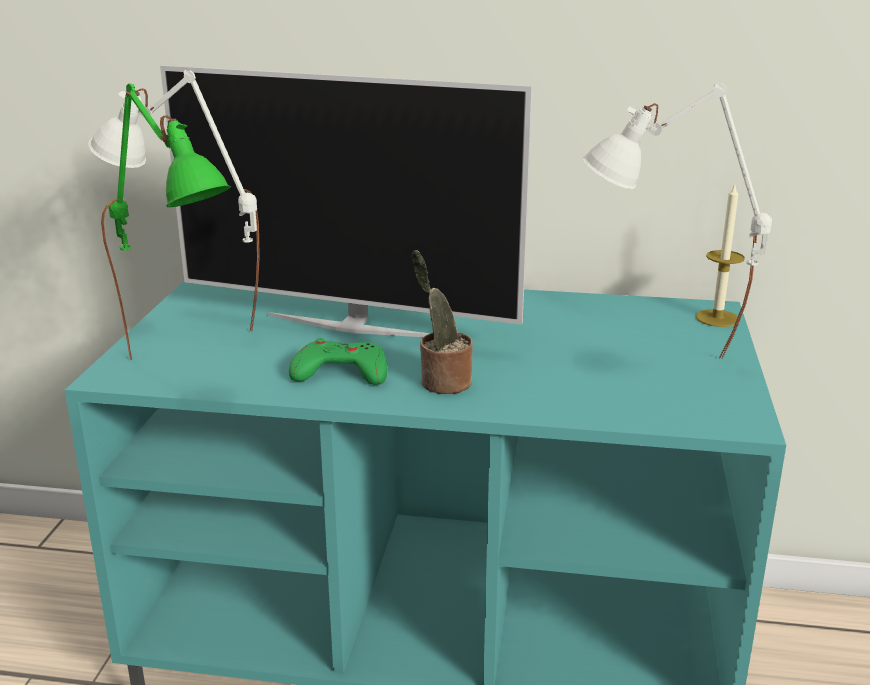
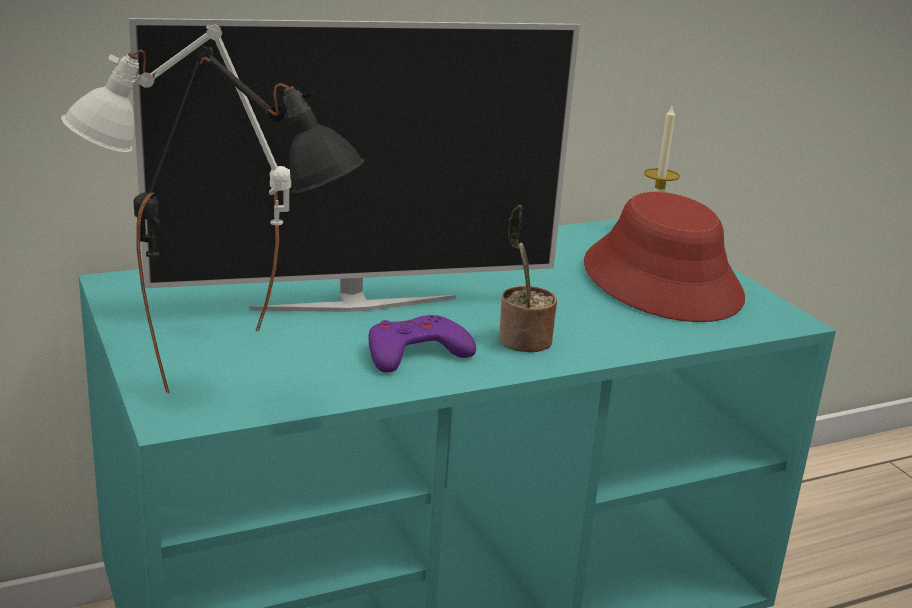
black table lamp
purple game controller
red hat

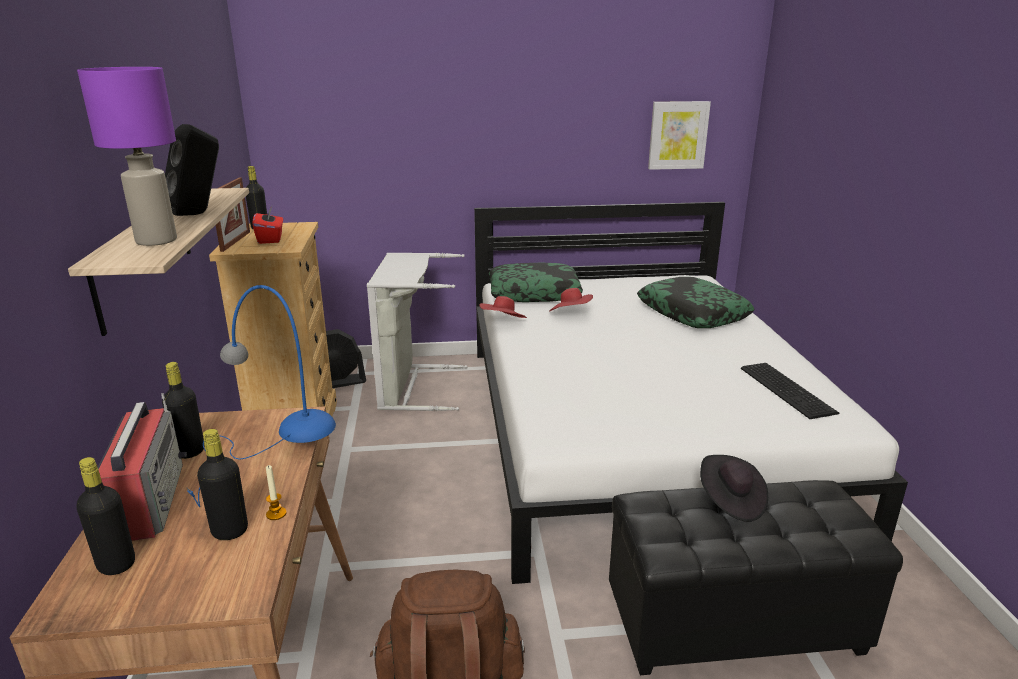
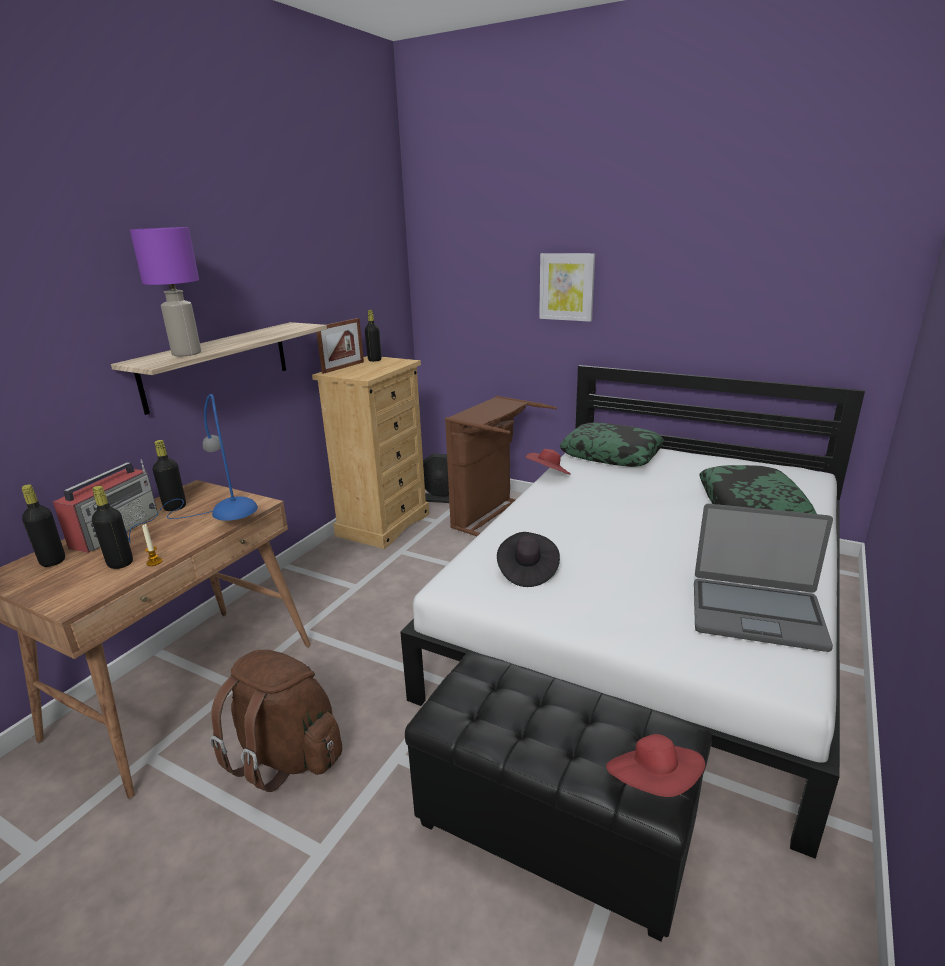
brown laundry basket
black hat
picture
red hat (no. 2 from left)
laptop
black speaker
red tissue box

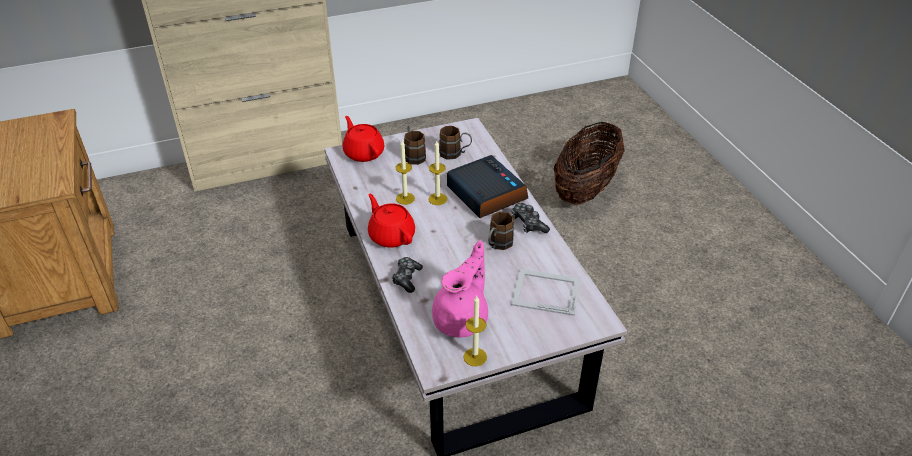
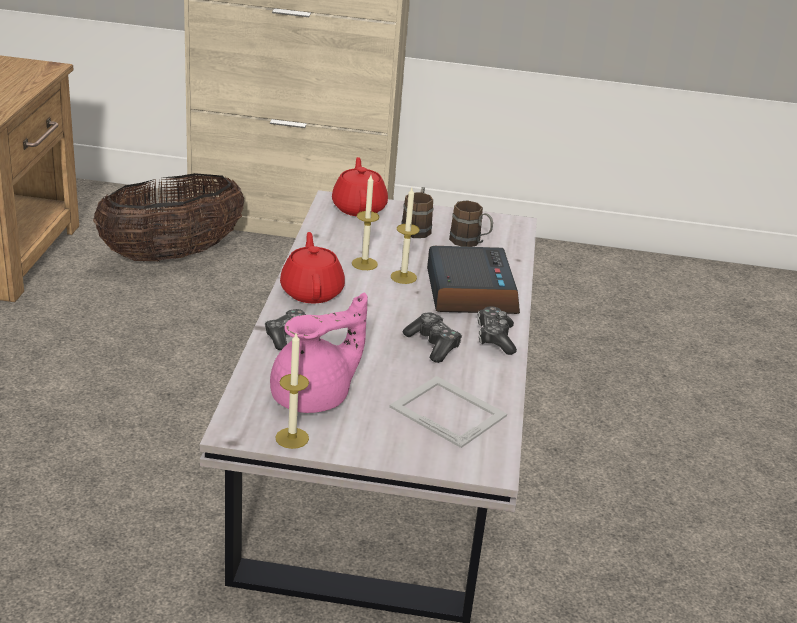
basket
game controller (no. 2 from left)

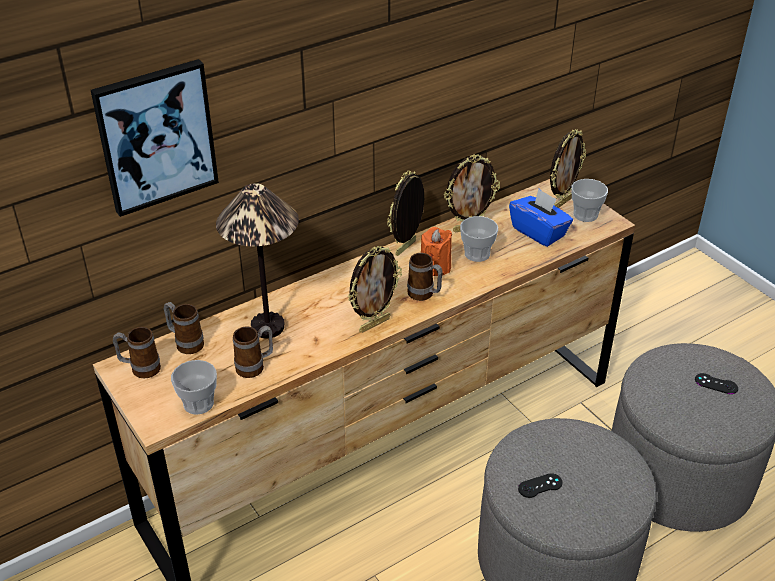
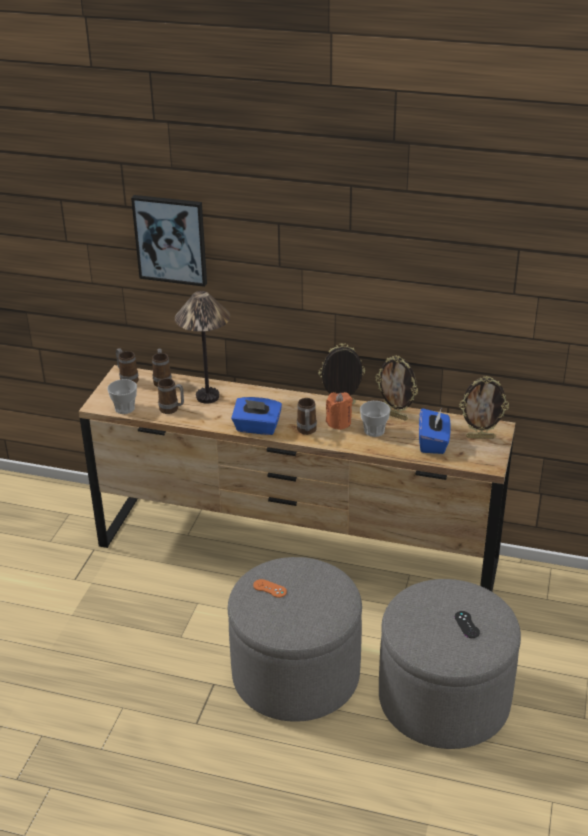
blue tissue box (no. 1 from left)
orange game controller
cup (no. 3 from left in the first image)

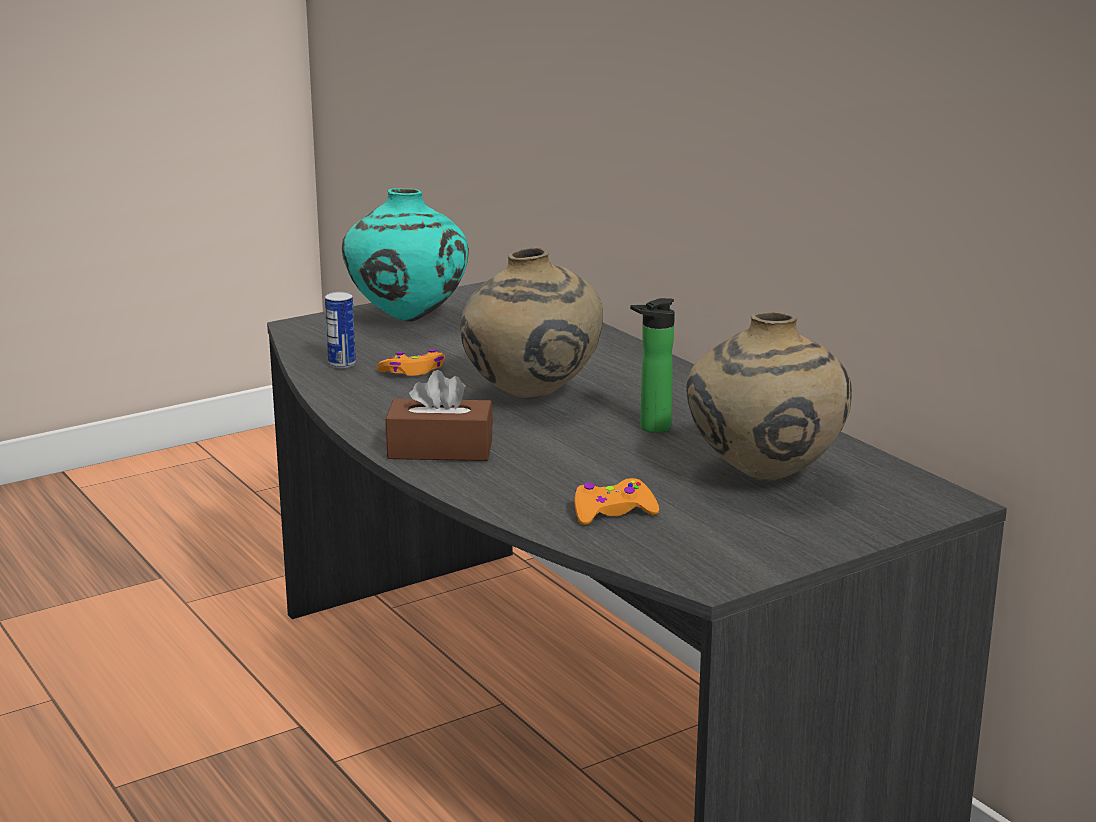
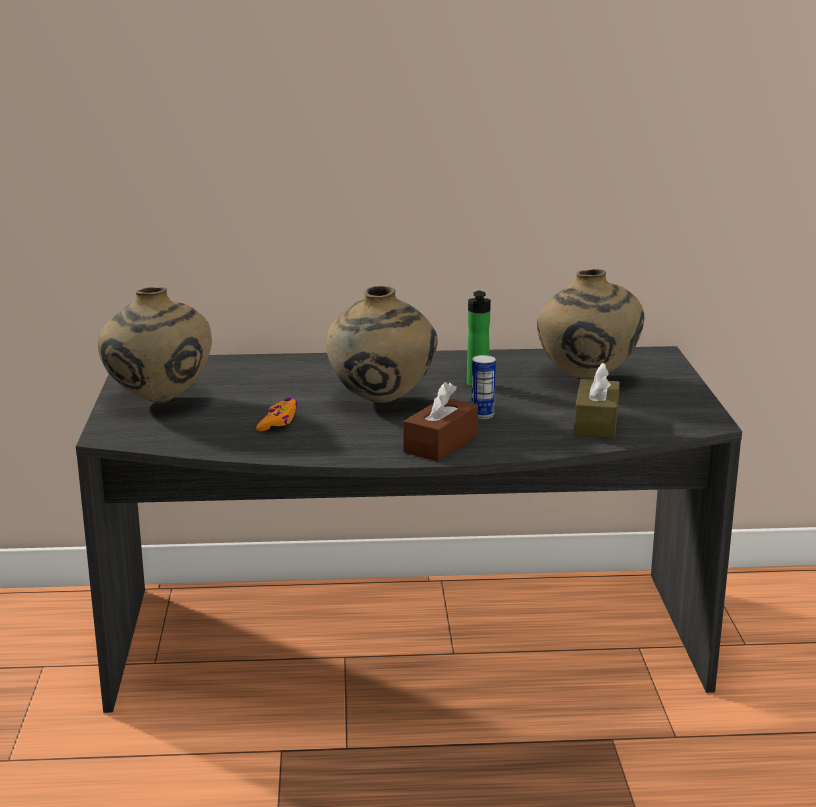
beige vase (no. 1 from left)
can
brown tissue box (no. 2 from left)

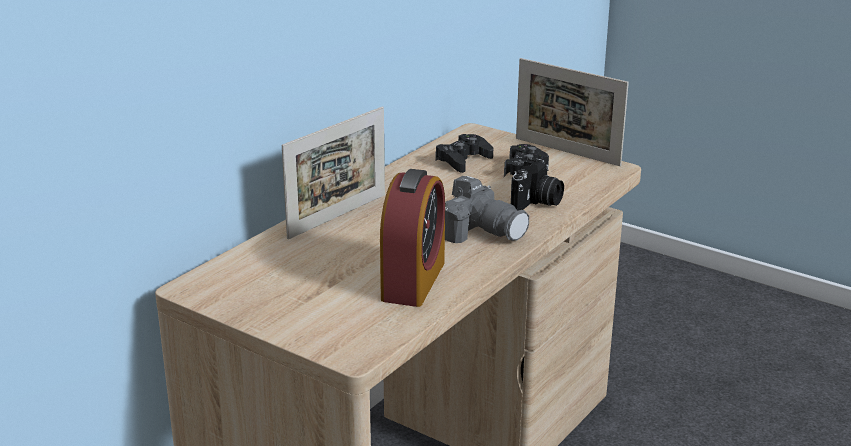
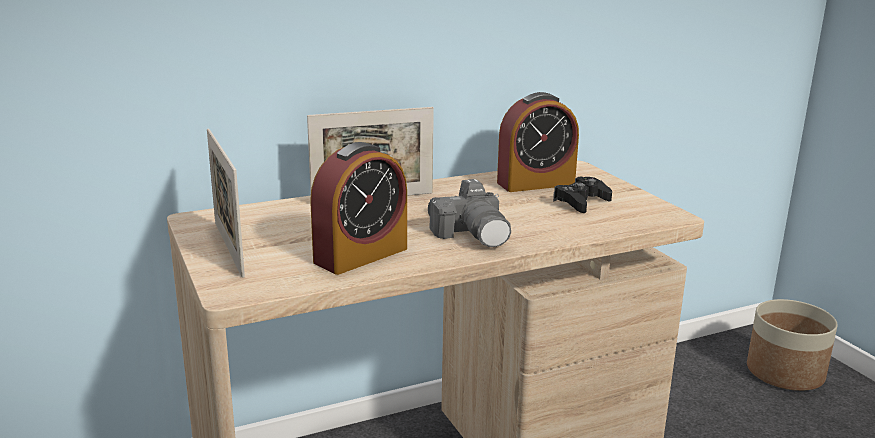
picture frame (no. 1 from left)
alarm clock (no. 2 from left)
planter
photo camera (no. 2 from left in the first image)

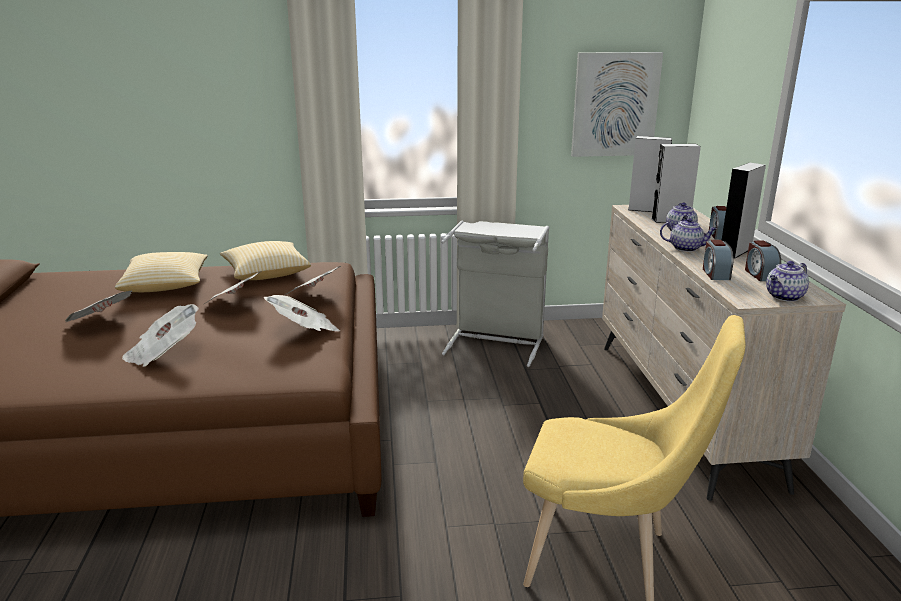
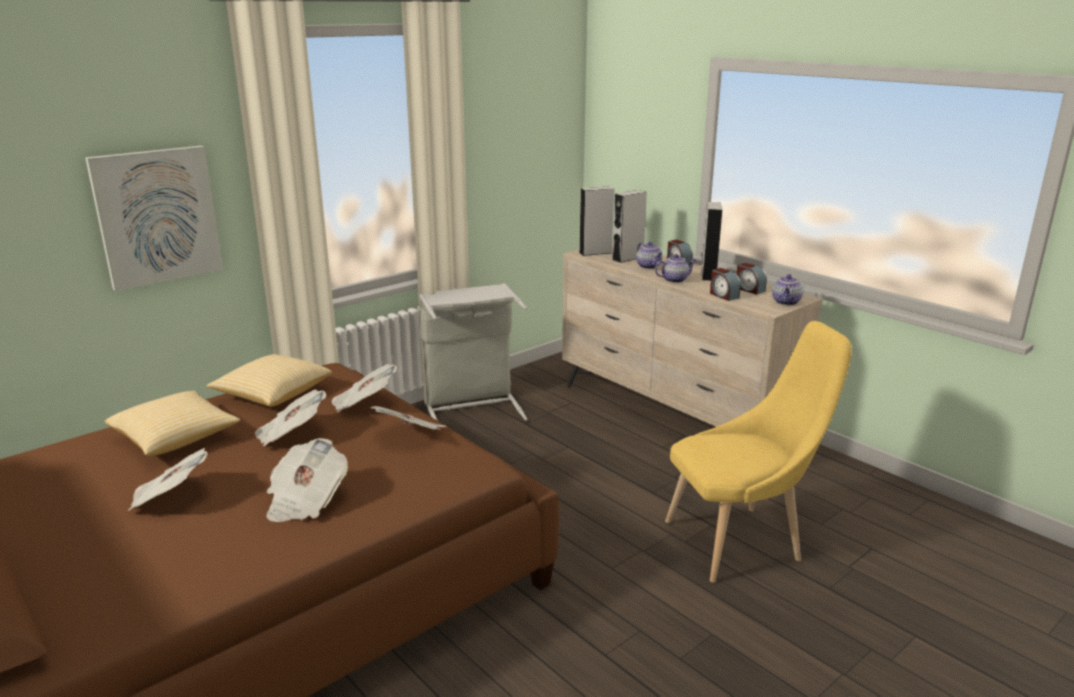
picture

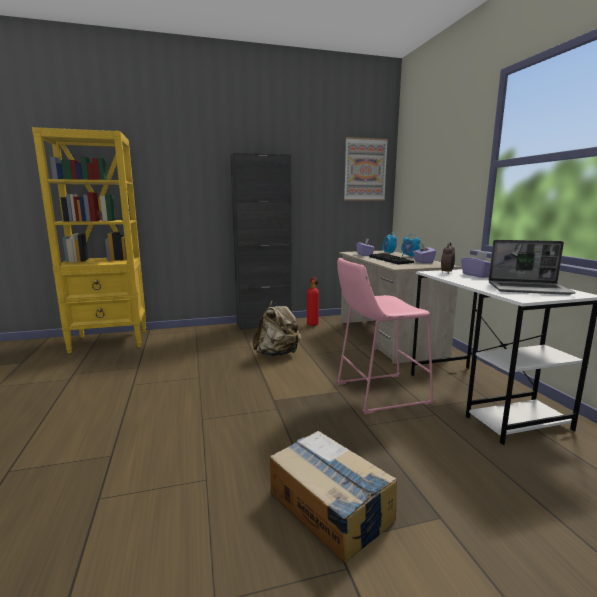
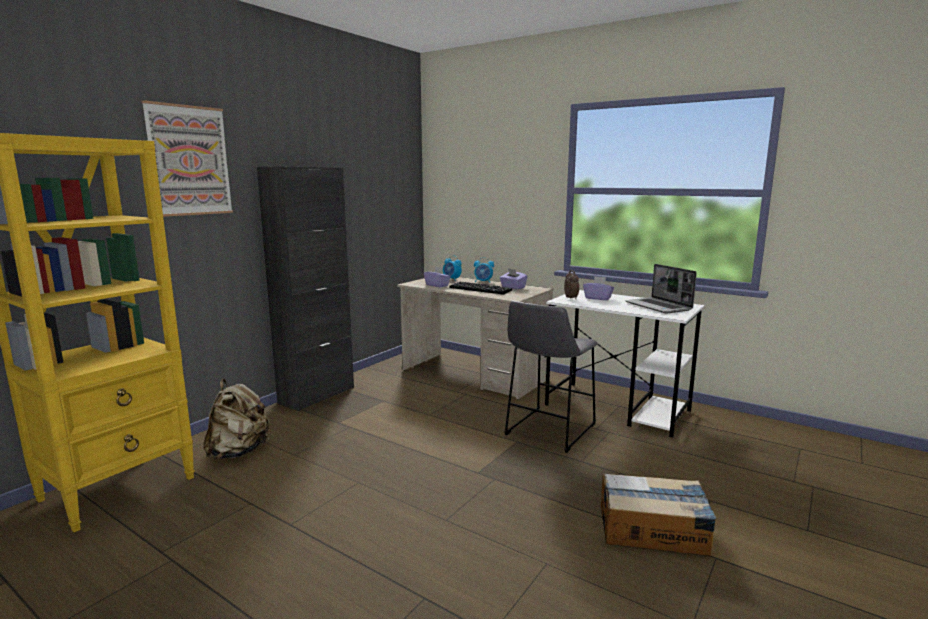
picture
beige backpack
grey stool
laptop
fire extinguisher

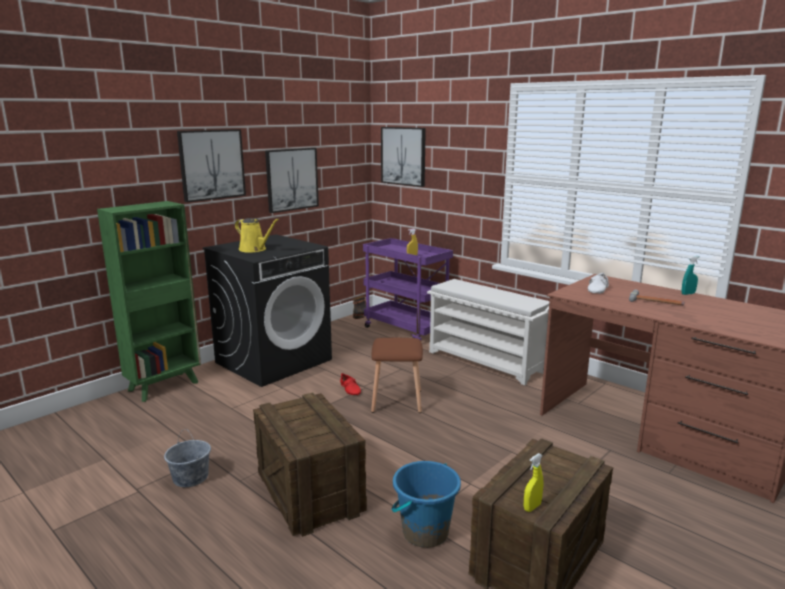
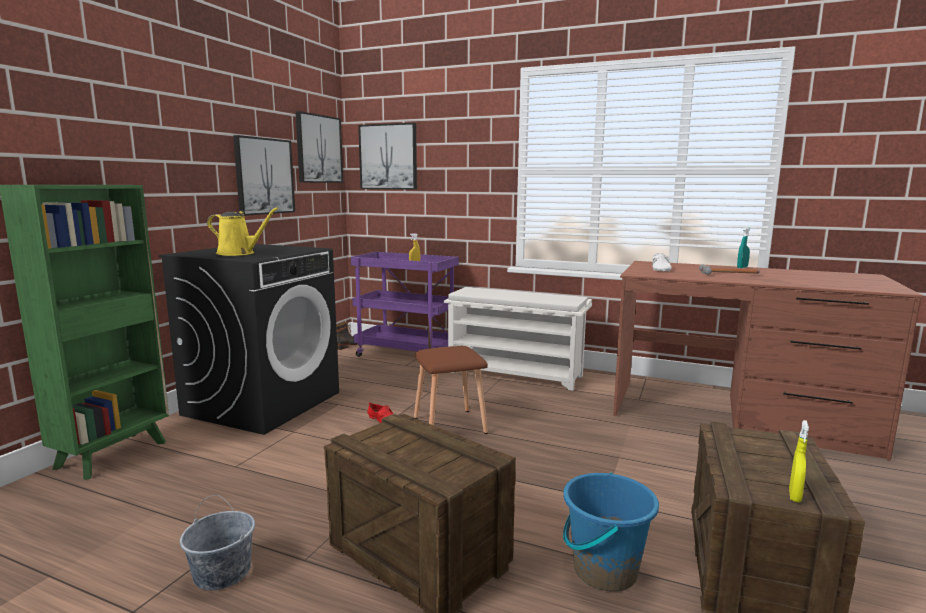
picture (no. 2 from left)

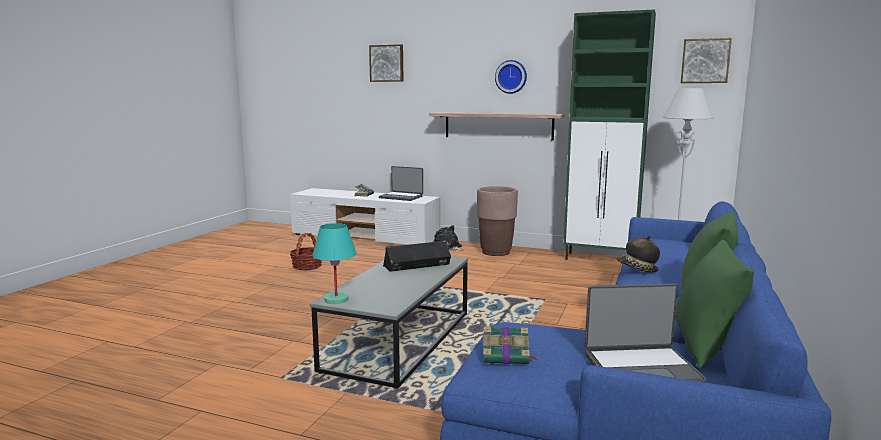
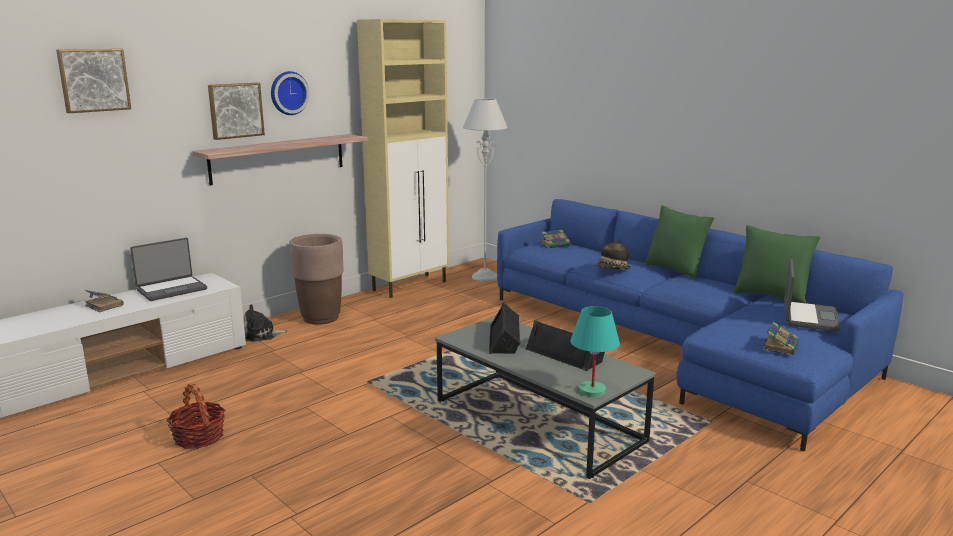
picture (no. 2 from left)
beige cabinet
black speaker (no. 2 from left)
book (no. 2 from left)

